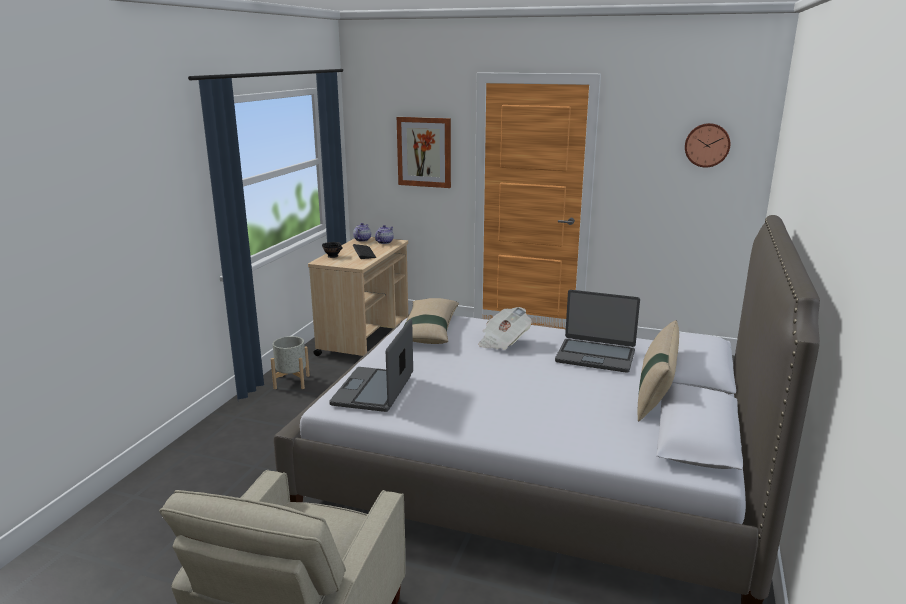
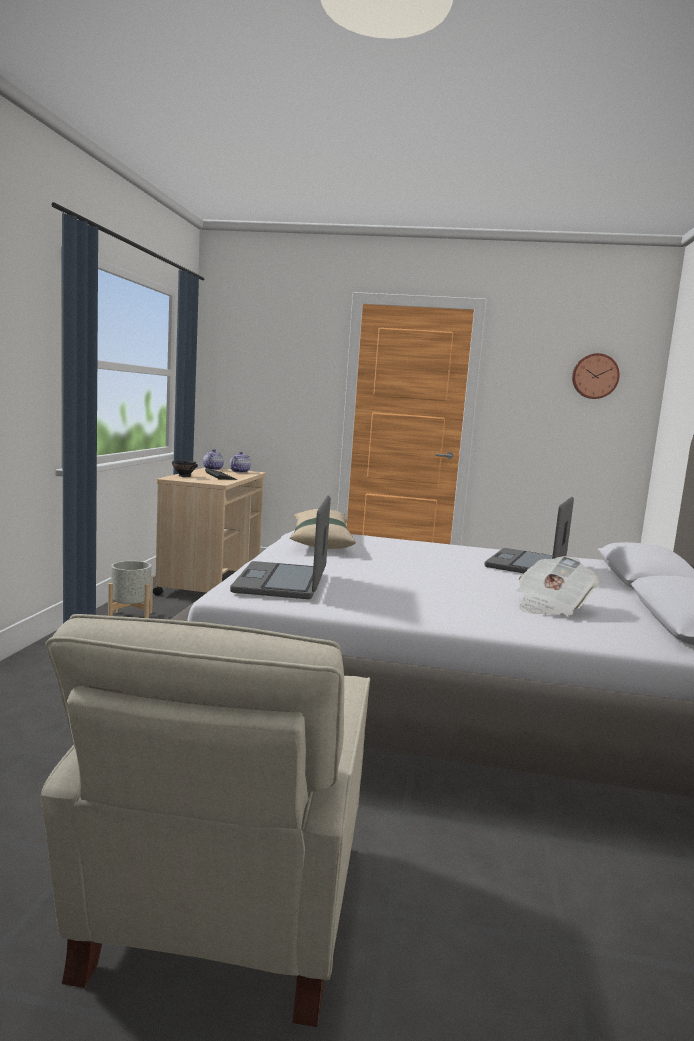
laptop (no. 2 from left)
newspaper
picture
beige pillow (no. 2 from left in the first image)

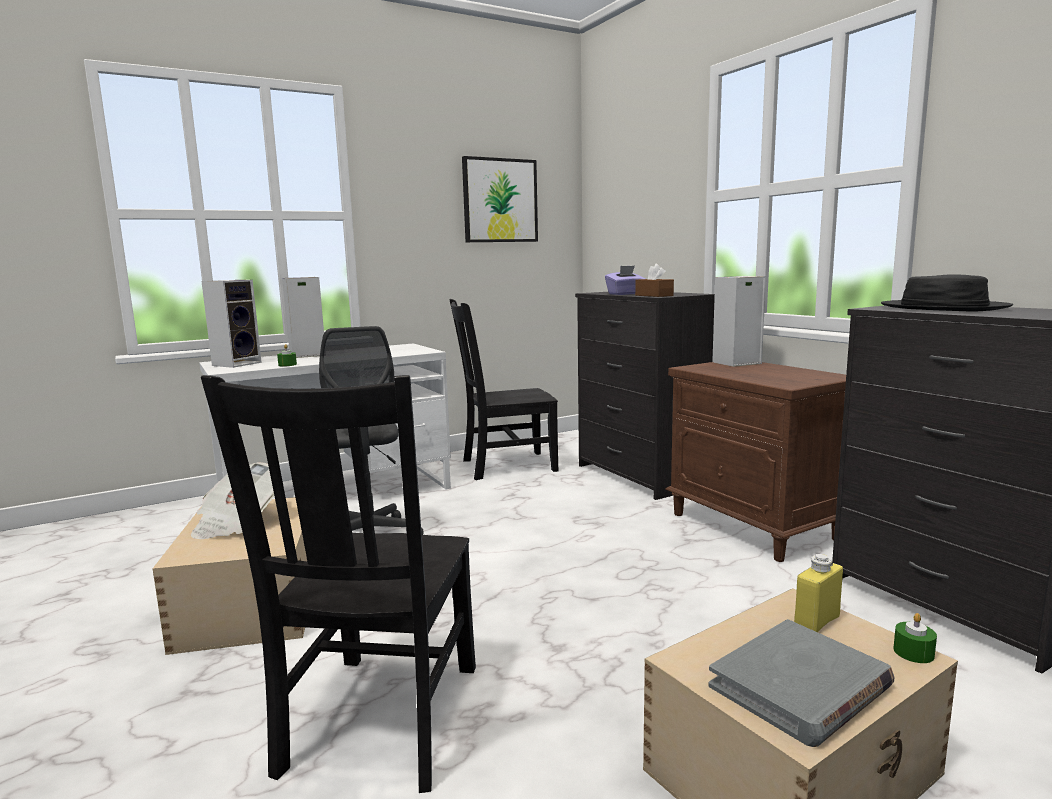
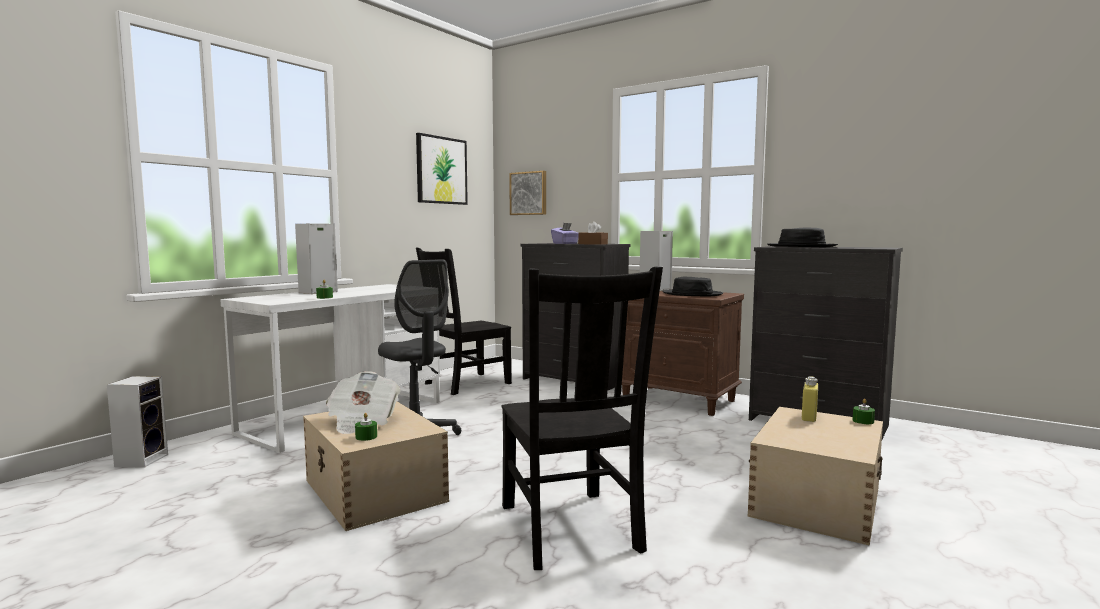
speaker (no. 1 from left)
green candle (no. 2 from left)
picture (no. 2 from left)
black hat (no. 1 from left)
grey book

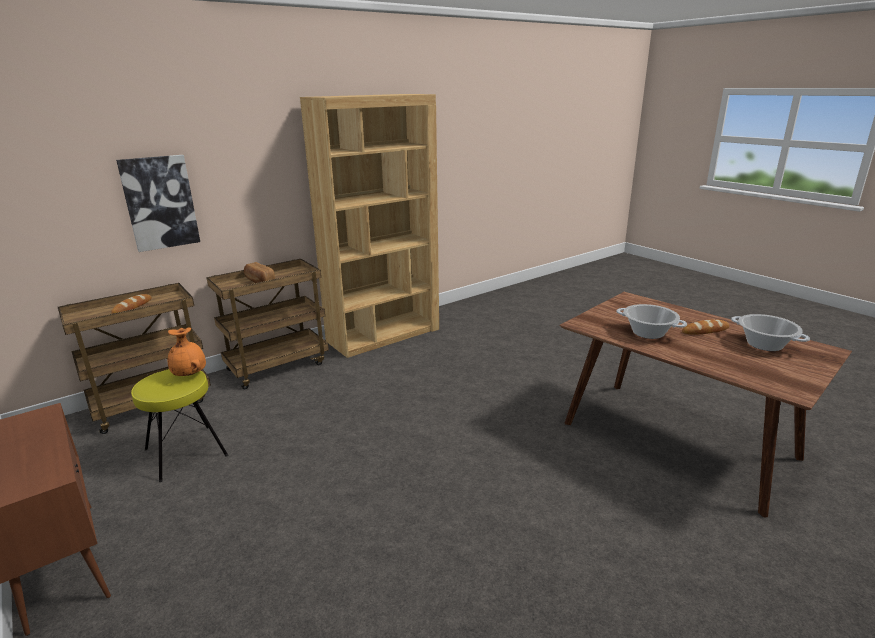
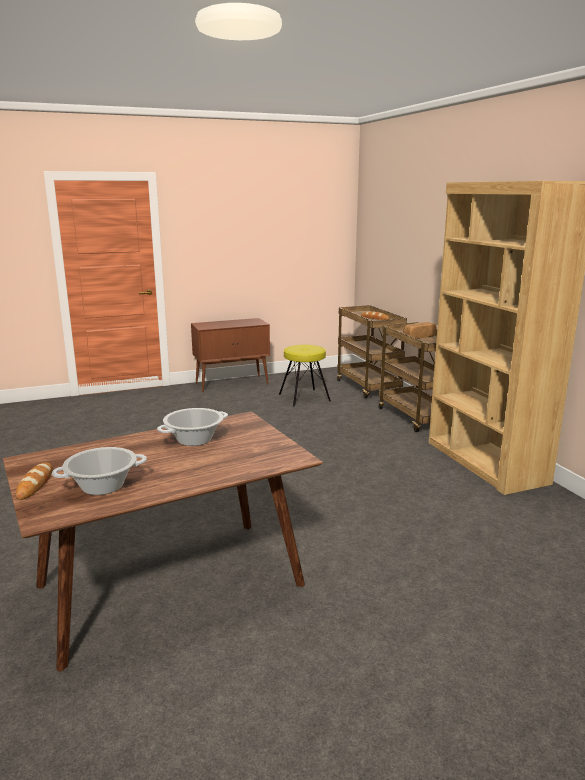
bread (no. 1 from left)
picture
orange vase

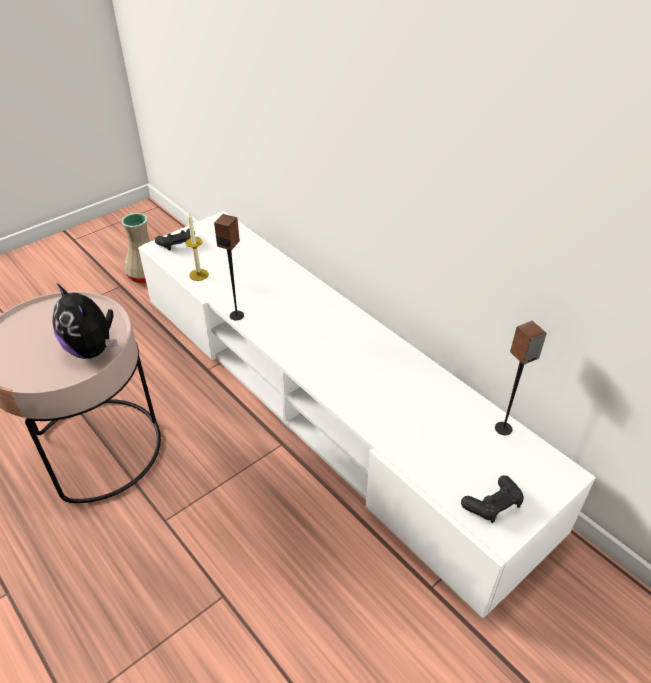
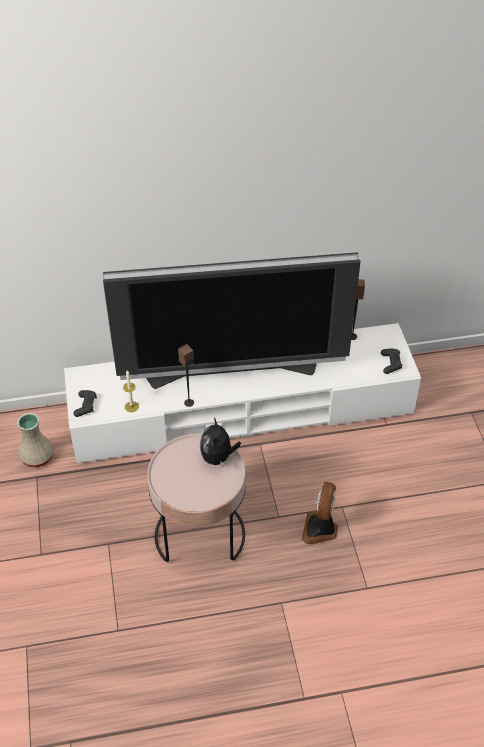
television
plush toy
fan

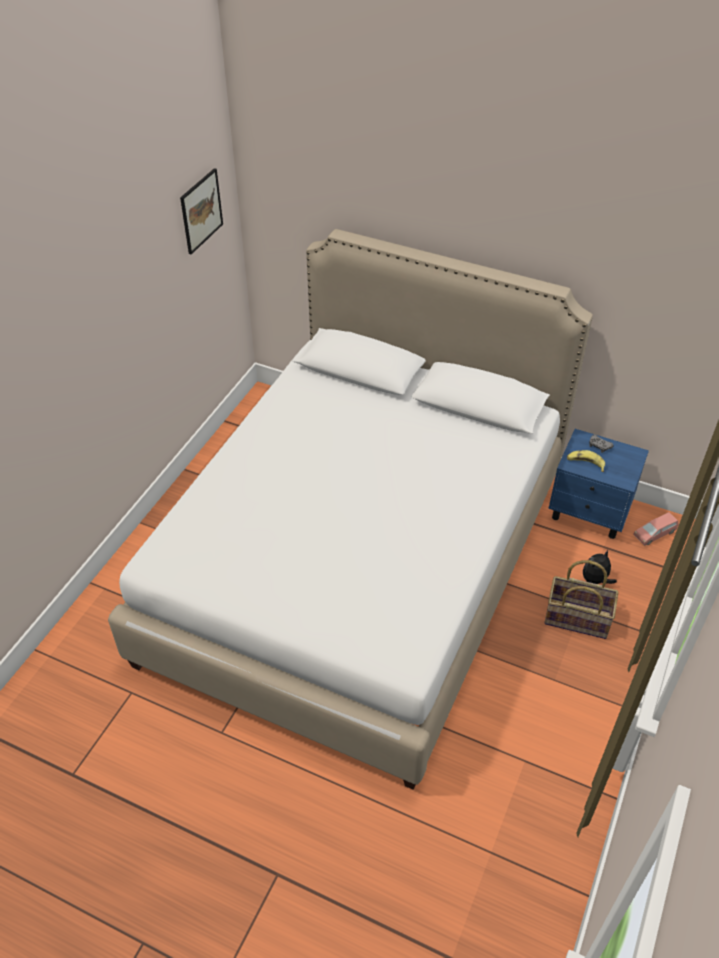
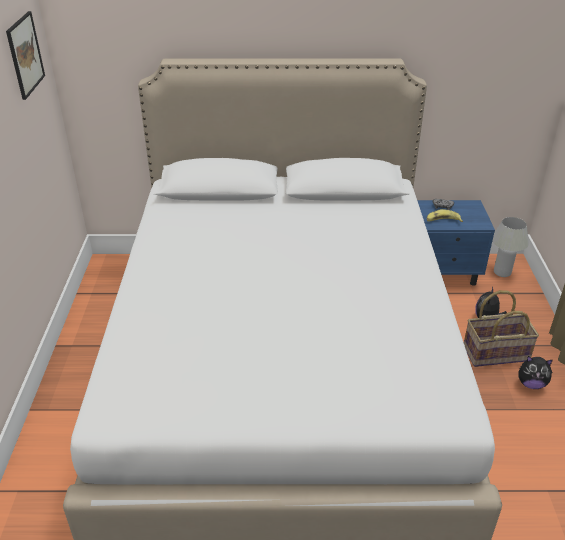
white table lamp
plush toy (no. 2 from left)

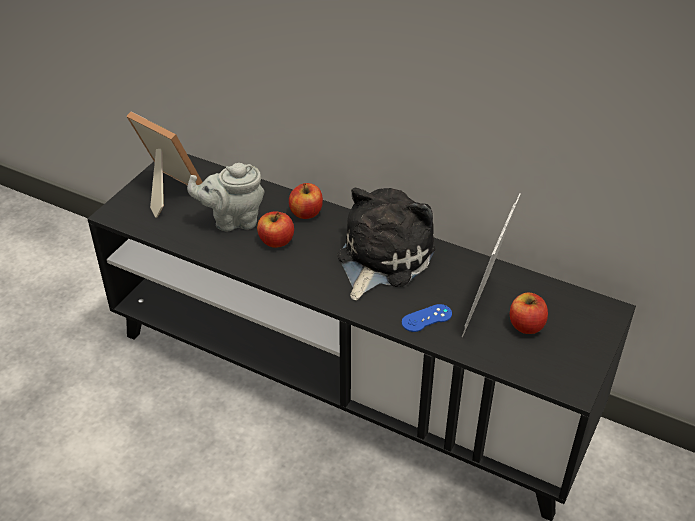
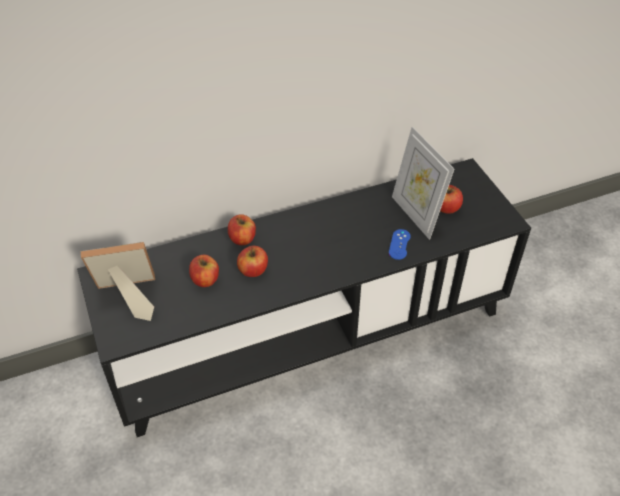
apple (no. 1 from left)
plush toy

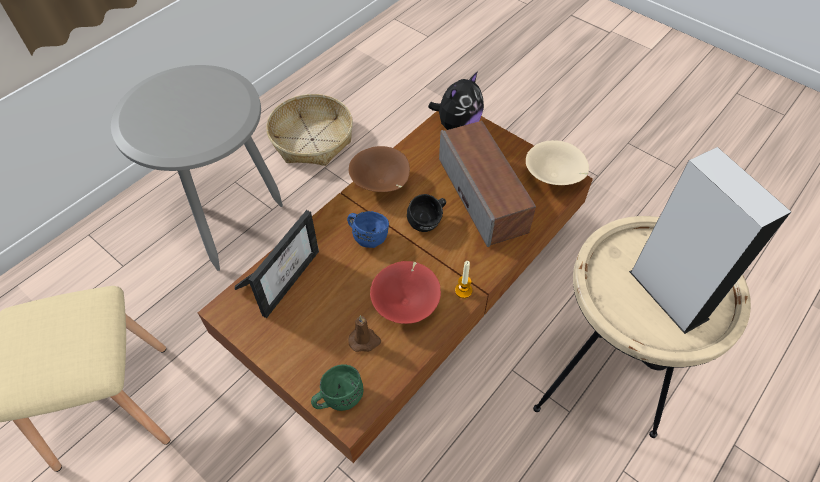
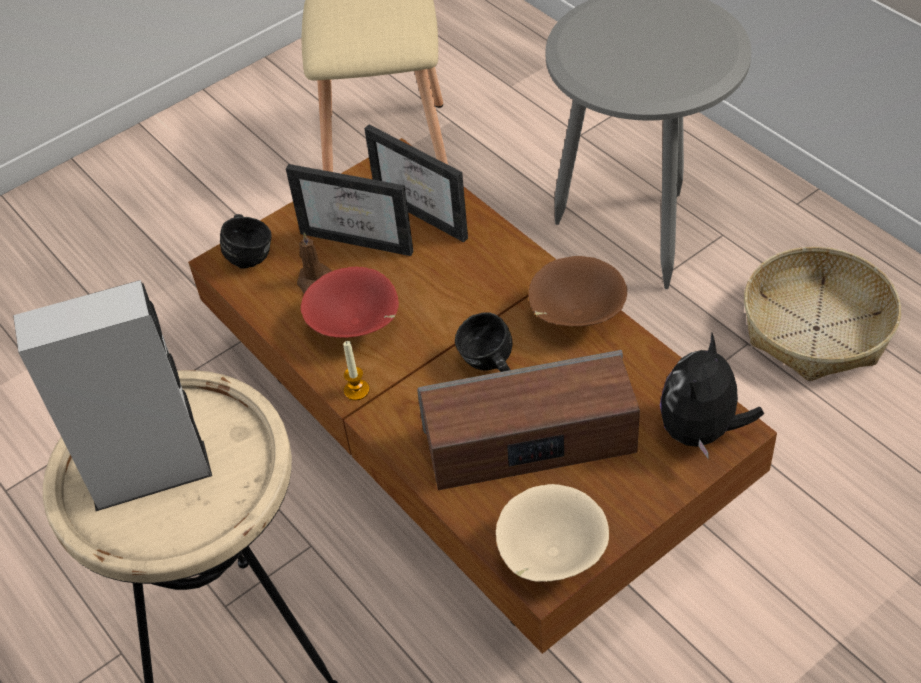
black mug (no. 1 from left)
picture frame (no. 1 from left)
plush toy
blue mug

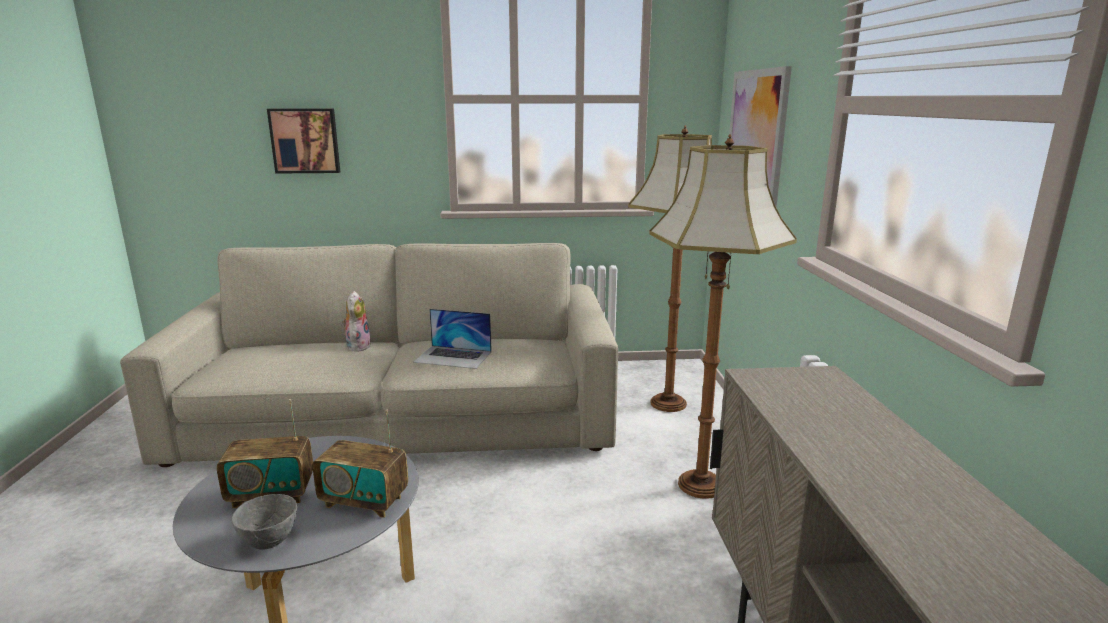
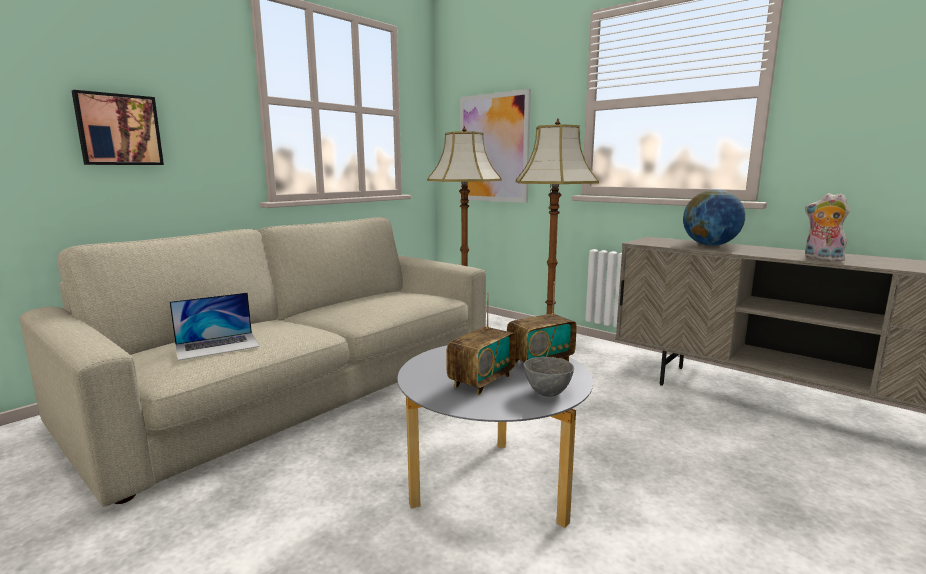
laptop
globe
plush toy

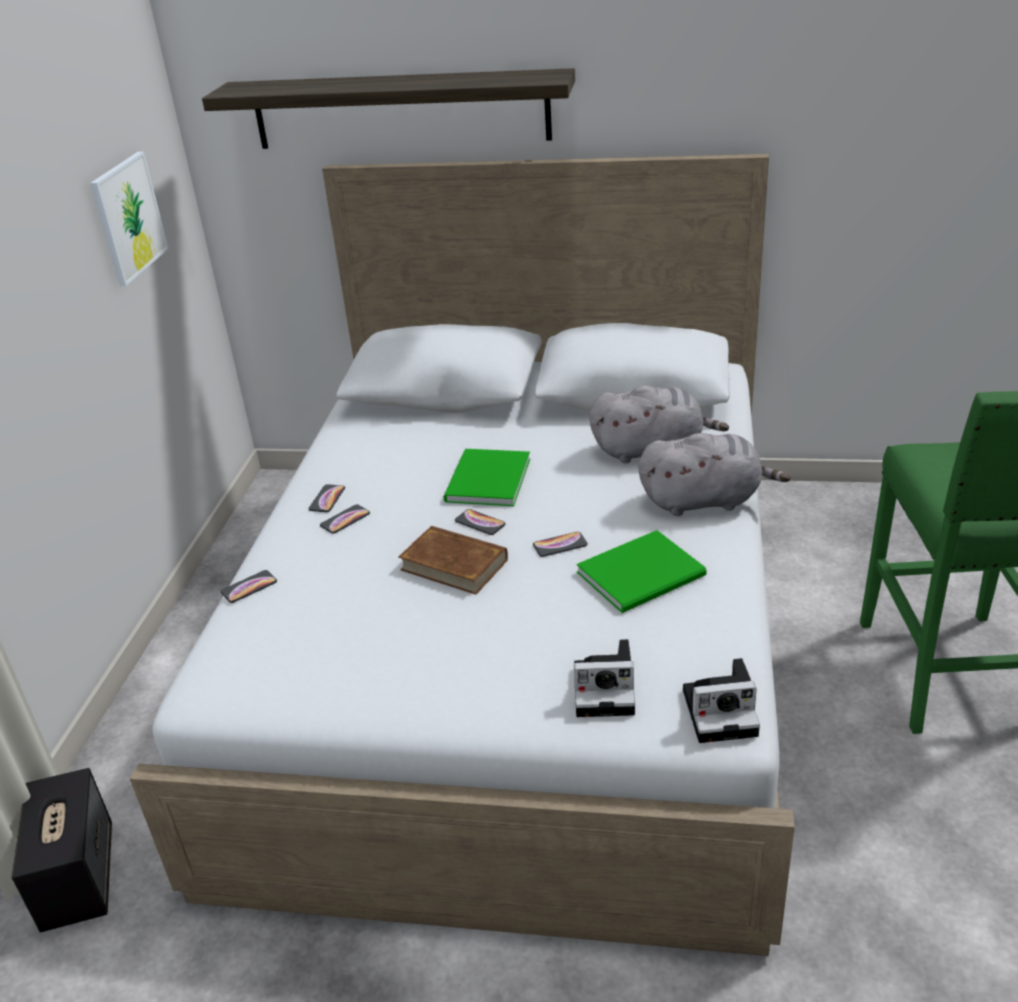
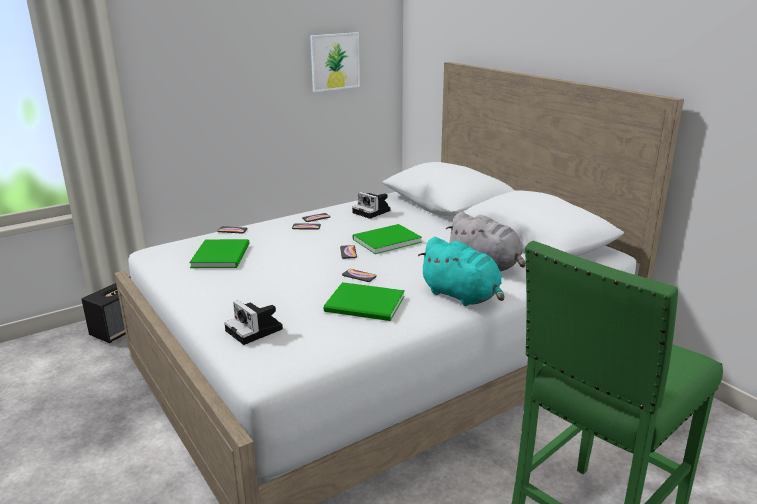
green book (no. 1 from left)
photo camera (no. 2 from left)
turquoise plush toy
shelf
brown book

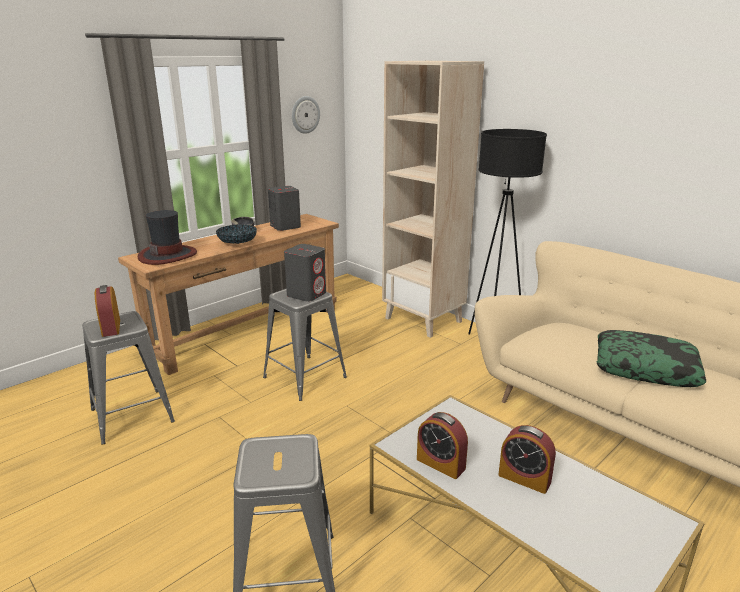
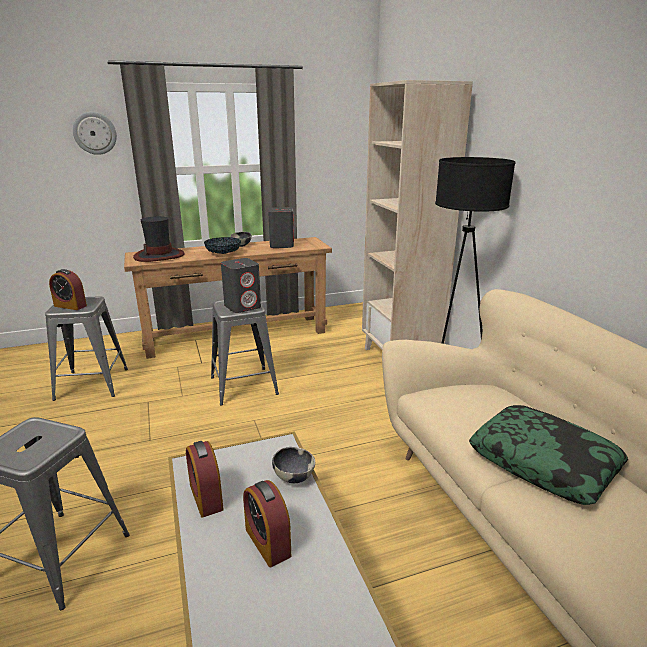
alarm clock (no. 1 from left)
wall clock
bowl (no. 3 from left)

